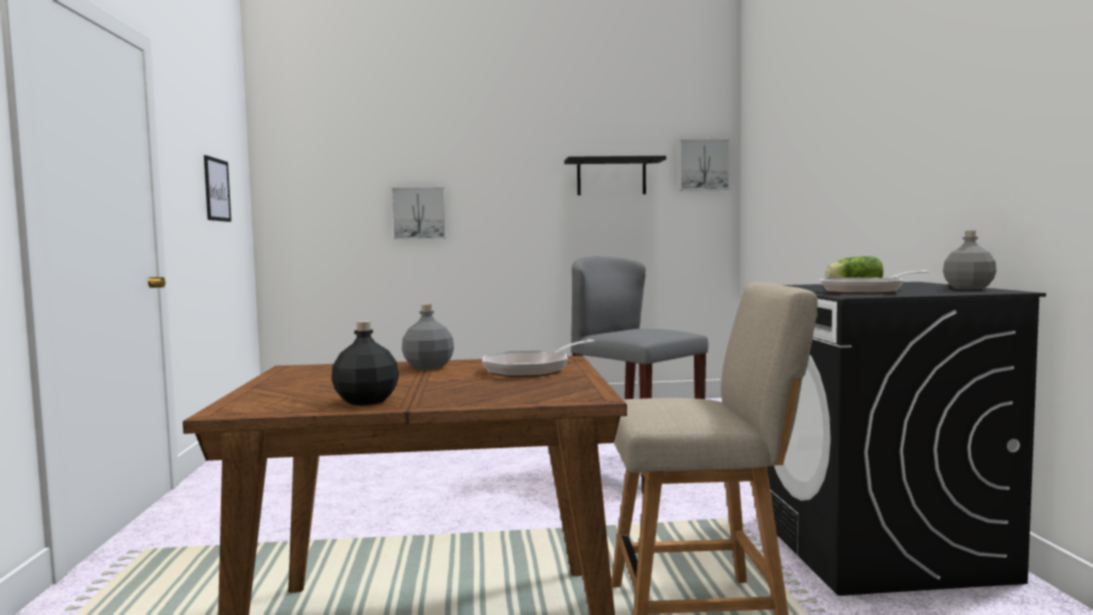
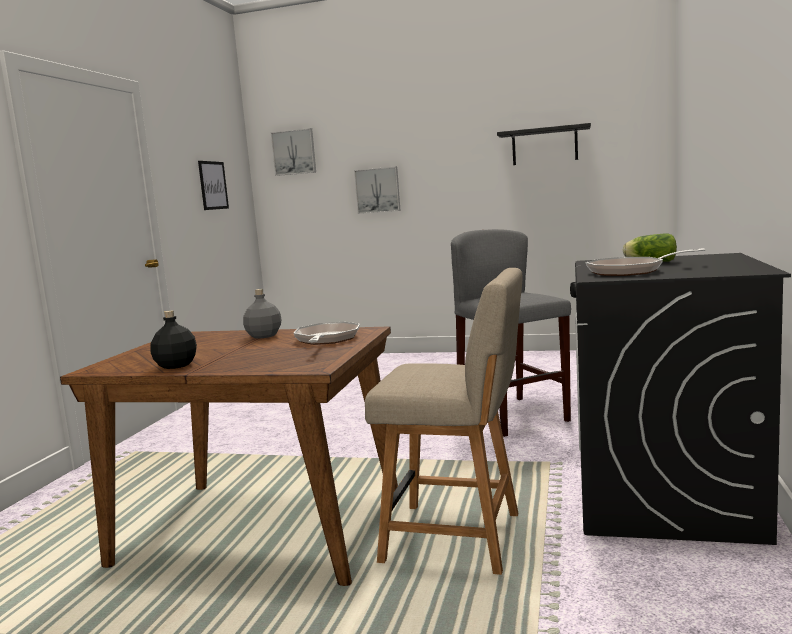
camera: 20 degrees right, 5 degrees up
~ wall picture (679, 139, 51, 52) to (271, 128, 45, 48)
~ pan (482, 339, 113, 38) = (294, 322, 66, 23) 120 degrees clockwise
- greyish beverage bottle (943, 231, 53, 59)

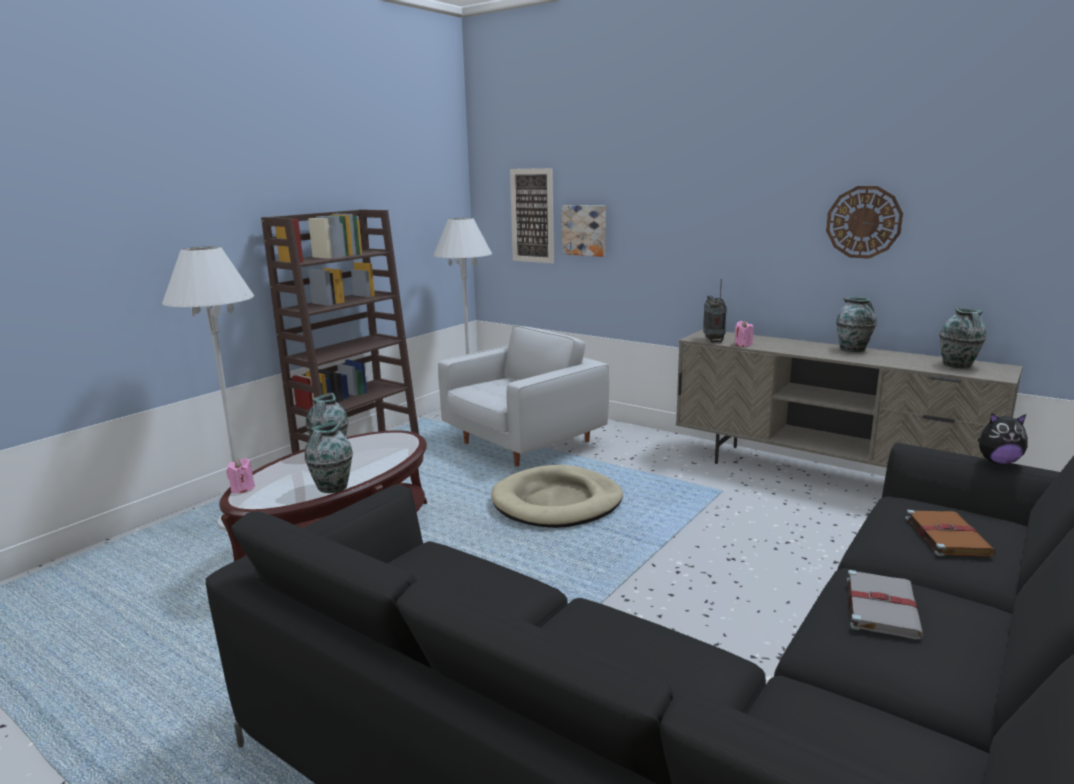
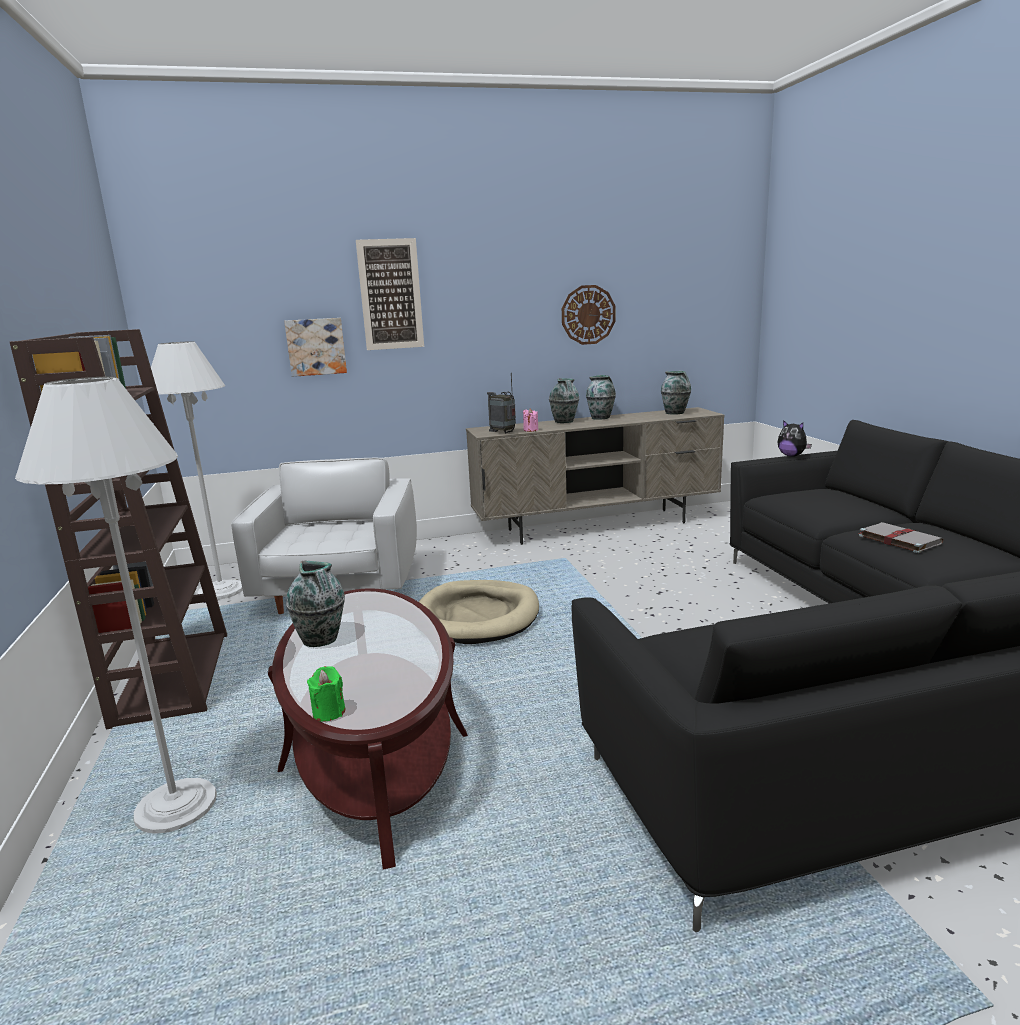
camera: 50 degrees left, 0 degrees up
~ pink-coloured wax light (226, 458, 29, 35) to green wax light (307, 666, 38, 56)
~ wall picture (510, 168, 44, 95) to (356, 238, 68, 112)
~ flower vase (305, 421, 48, 72) to (549, 378, 30, 45)
~ soft toy (978, 413, 49, 51) = (778, 420, 34, 36) 90 degrees clockwise
- brown book (905, 510, 91, 47)

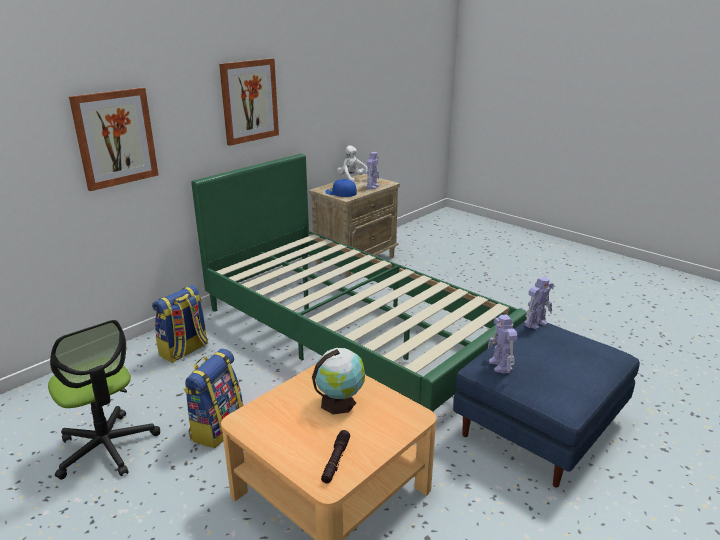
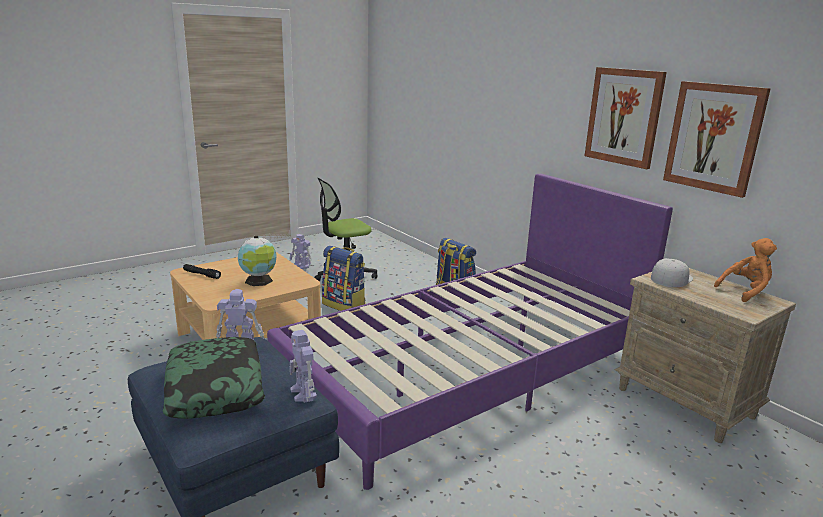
camera: 100 degrees right, 5 degrees down
+ throw pillow (162, 337, 103, 82)
~ green bedroom bed (191, 154, 336, 257) to purple-coloured bedroom bed (267, 173, 406, 317)
~ robot figure (365, 152, 15, 37) to (289, 234, 23, 35)
~ bluish cap (325, 179, 32, 18) to white-coloured cap (651, 258, 42, 29)
~ wall picture (69, 88, 89, 103) to (663, 81, 108, 117)
~ white-coloured soft toy (337, 146, 31, 37) to orange-coloured soft toy (714, 238, 63, 64)

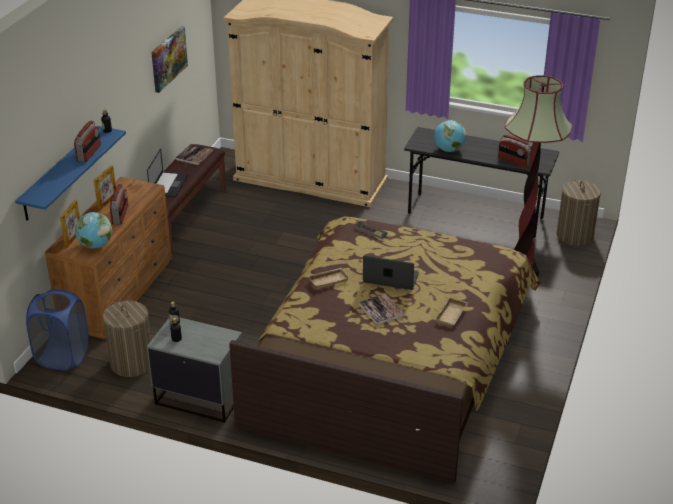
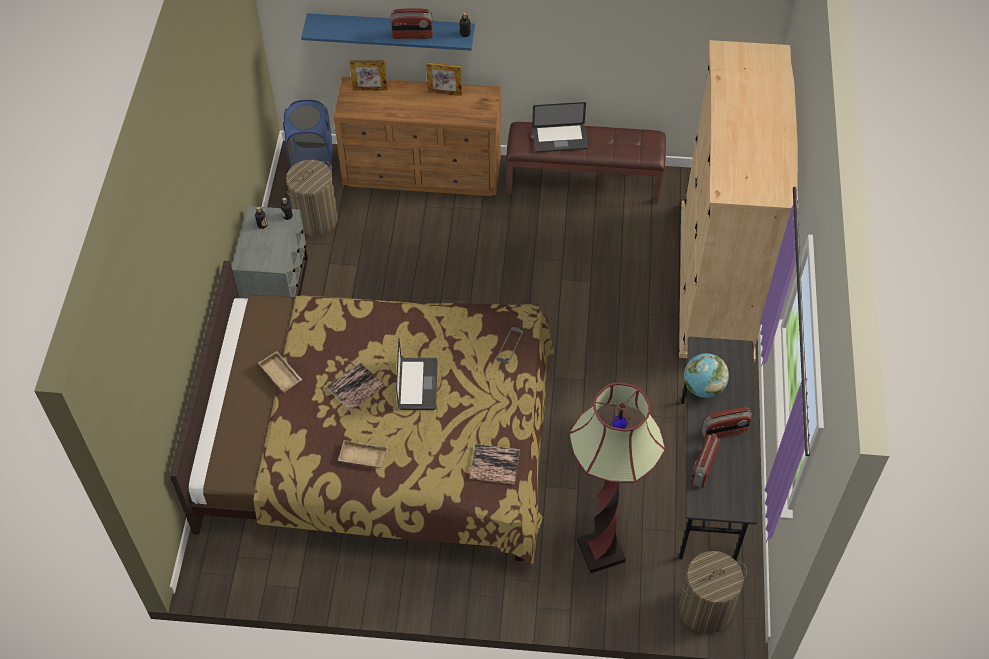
camera: 75 degrees right, 20 degrees up
~ beige-coloured tray (308, 268, 41, 21) to (258, 351, 44, 42)
~ book (176, 144, 37, 21) to (470, 444, 50, 40)
~ radio (110, 184, 18, 41) to (702, 407, 50, 32)
- world globe (75, 212, 37, 37)
- wall picture (151, 26, 37, 67)

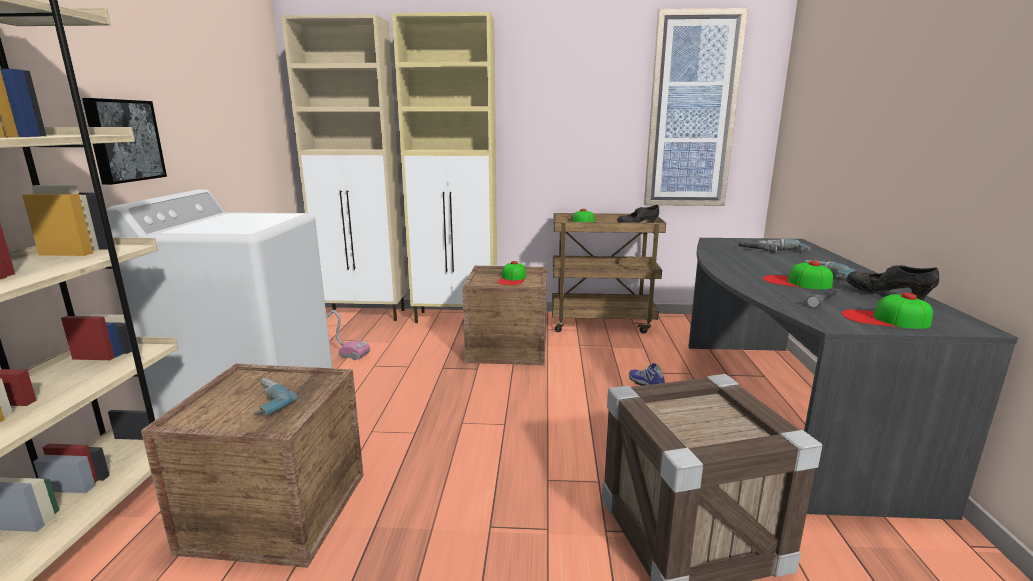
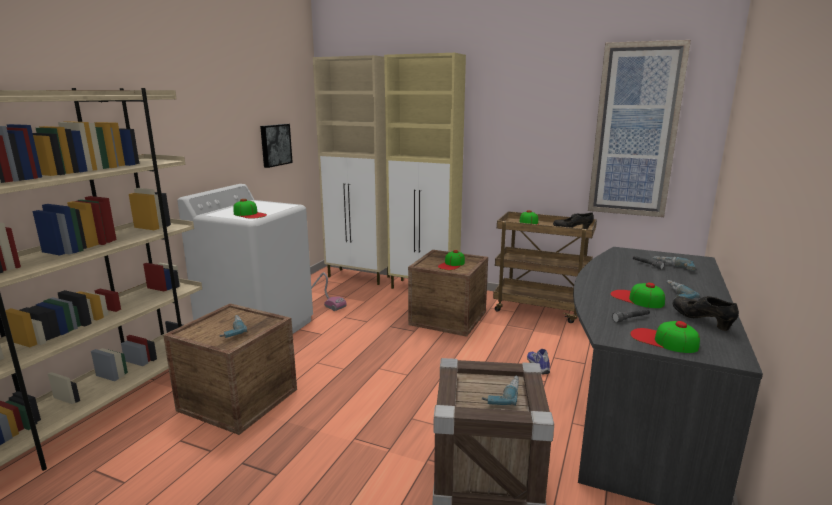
camera: 20 degrees right, 0 degrees up
+ cap (233, 199, 34, 20)
~ wall picture (82, 98, 85, 87) to (260, 124, 33, 44)
+ power drill (482, 376, 37, 30)

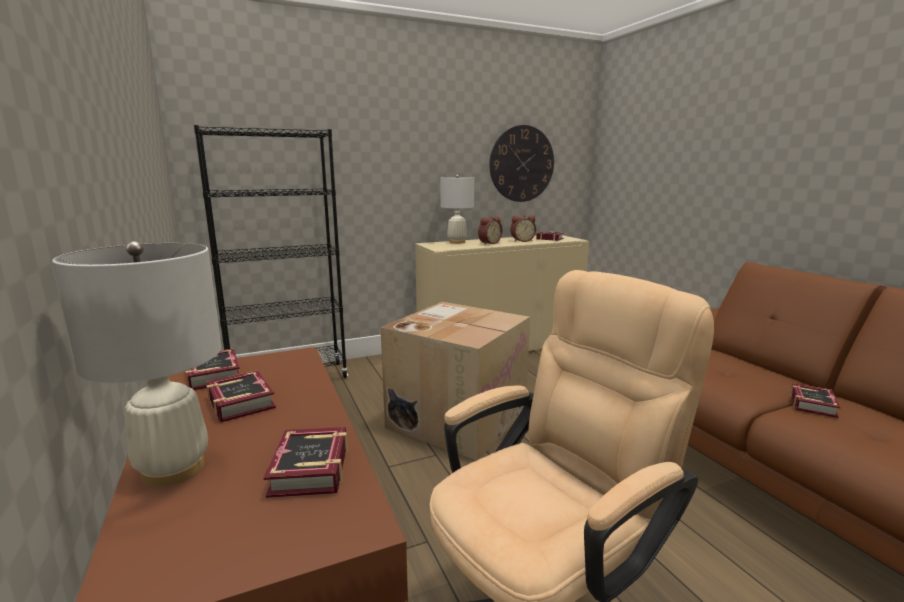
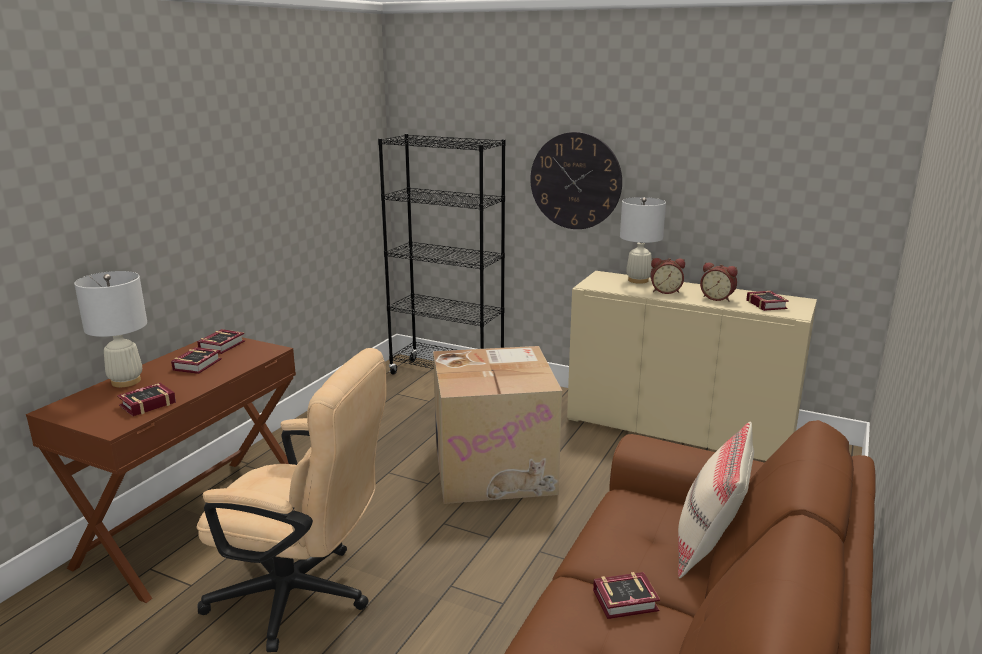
camera: 50 degrees right, 5 degrees up
~ hanging clock (490, 125, 64, 77) to (530, 132, 92, 97)
+ beige-coloured throw pillow (678, 422, 76, 156)

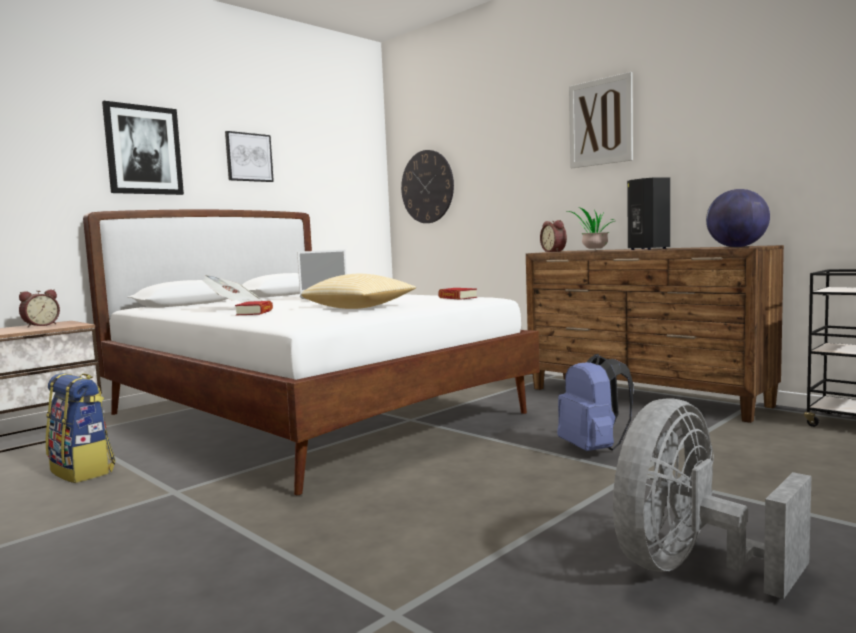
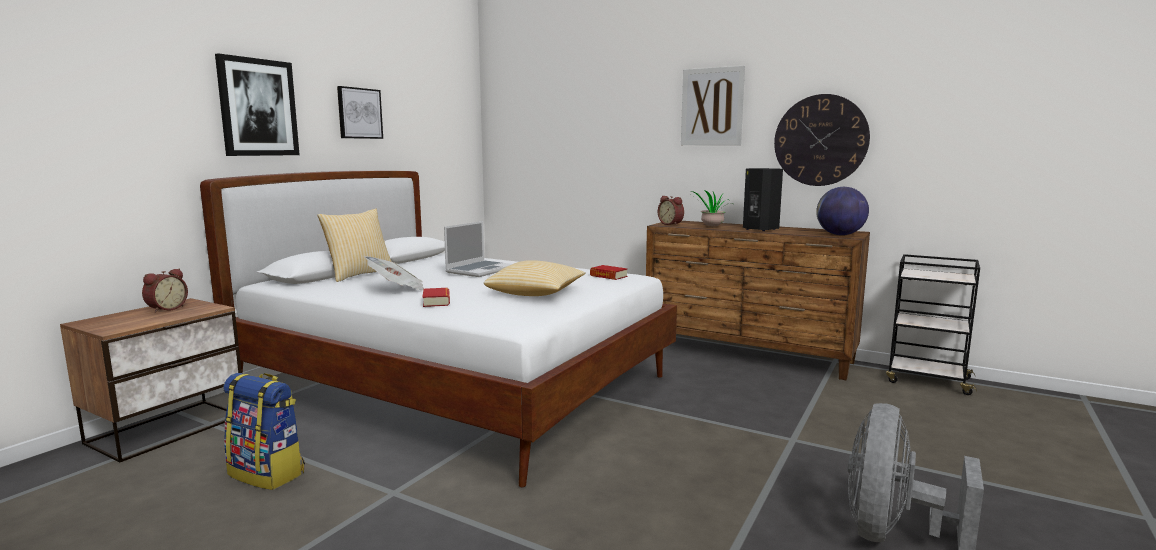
camera: 15 degrees left, 5 degrees up
+ throw pillow (318, 209, 74, 73)
~ hanging clock (401, 150, 53, 73) to (774, 94, 96, 92)
- bluish knapsack (557, 354, 77, 97)

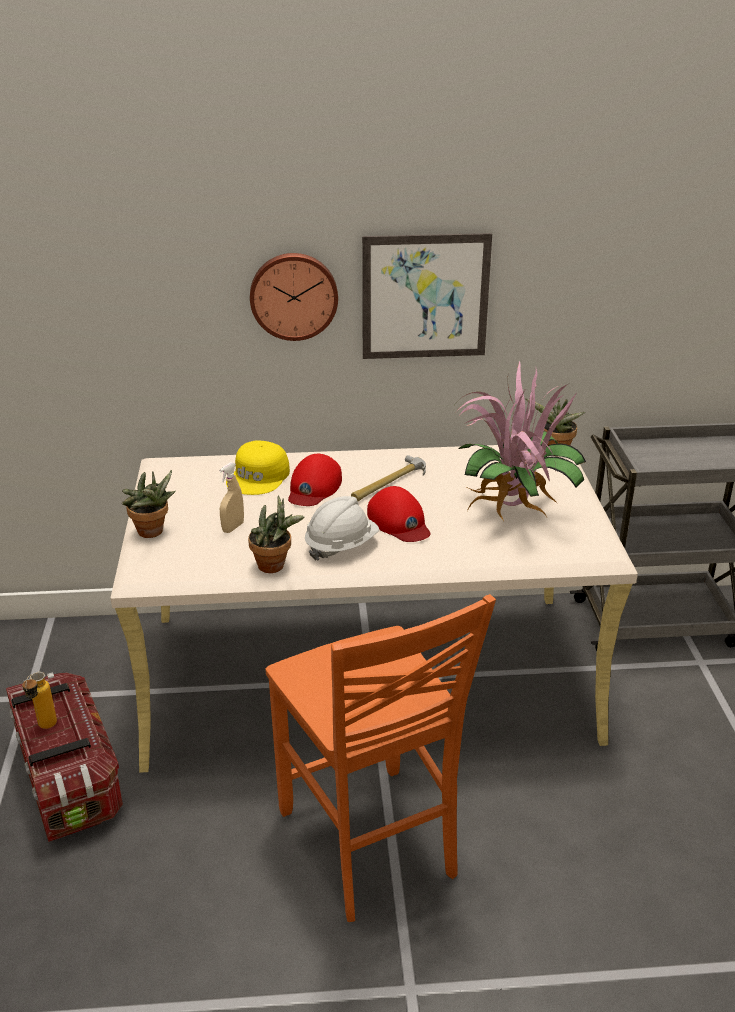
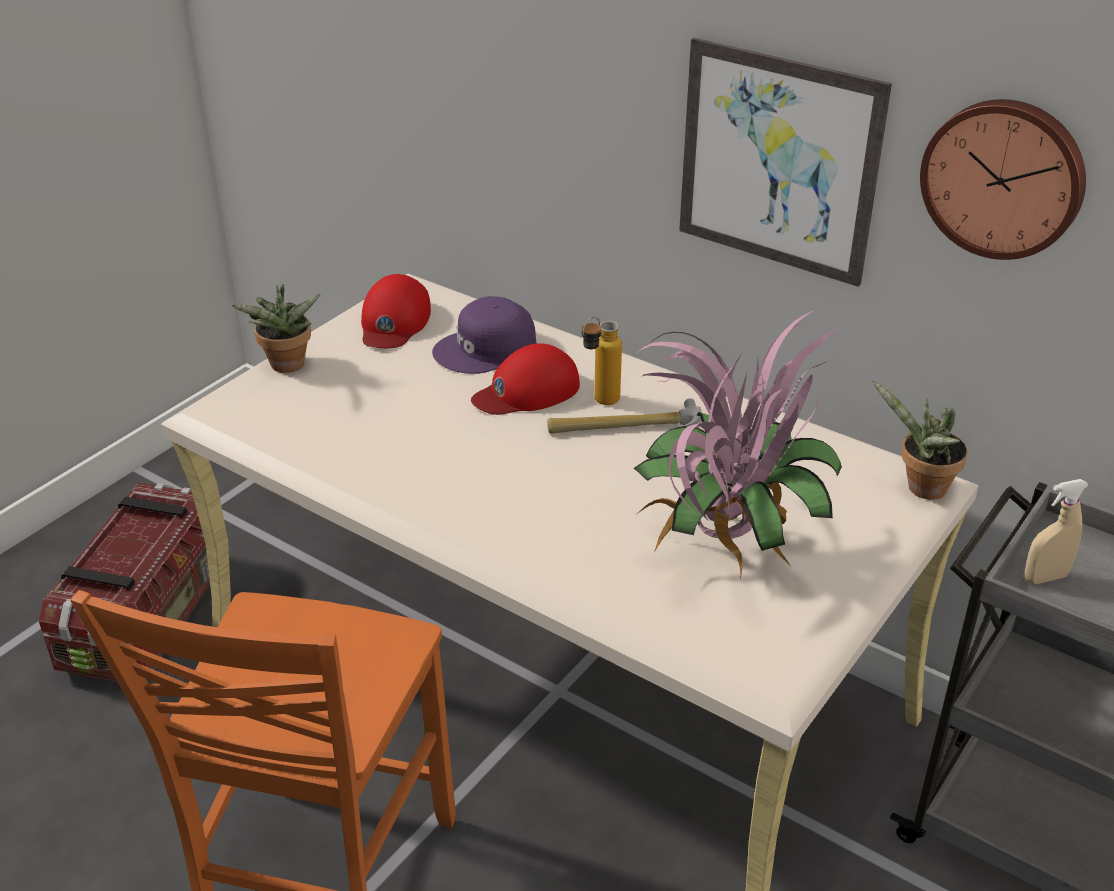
camera: 40 degrees right, 5 degrees up
~ reddish cap (367, 486, 63, 56) to (361, 274, 70, 74)
~ yellow cap (226, 440, 64, 55) to purple-coloured cap (432, 296, 104, 78)
~ beverage bottle (22, 672, 35, 57) to (582, 317, 40, 88)
~ hanging clock (250, 253, 88, 88) to (920, 99, 166, 161)
~ beige-coloured hand sprayer (219, 462, 25, 71) to (1025, 479, 64, 105)
- plant in a pot (248, 496, 57, 77)
- white-coloured work helmet (305, 496, 74, 65)

